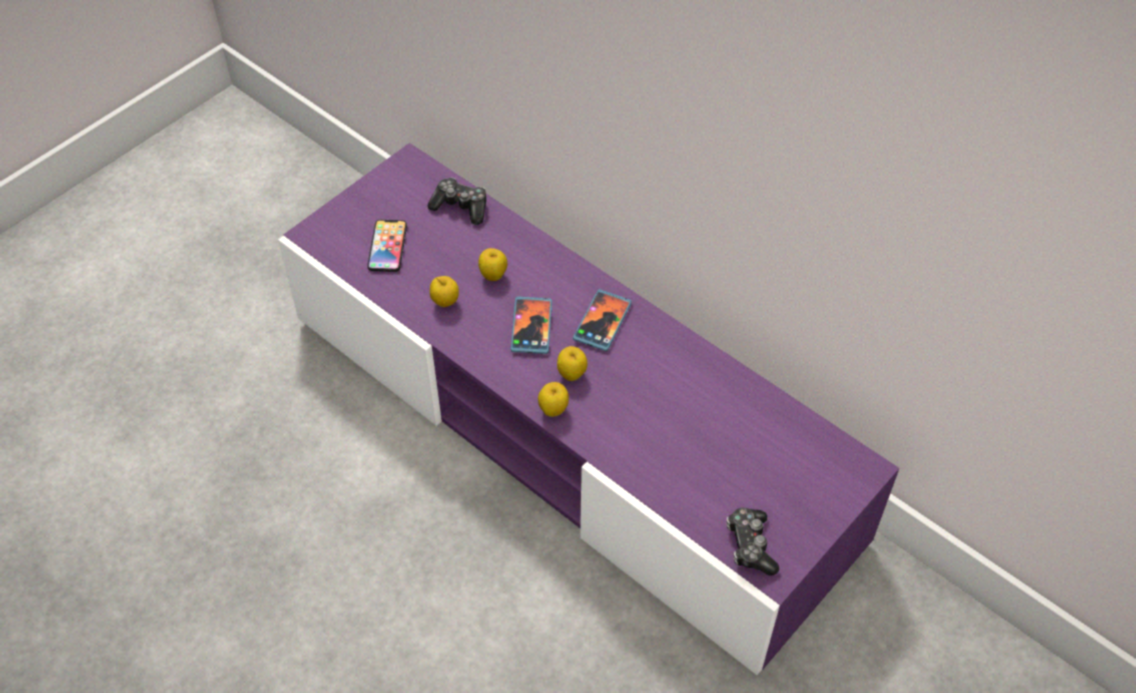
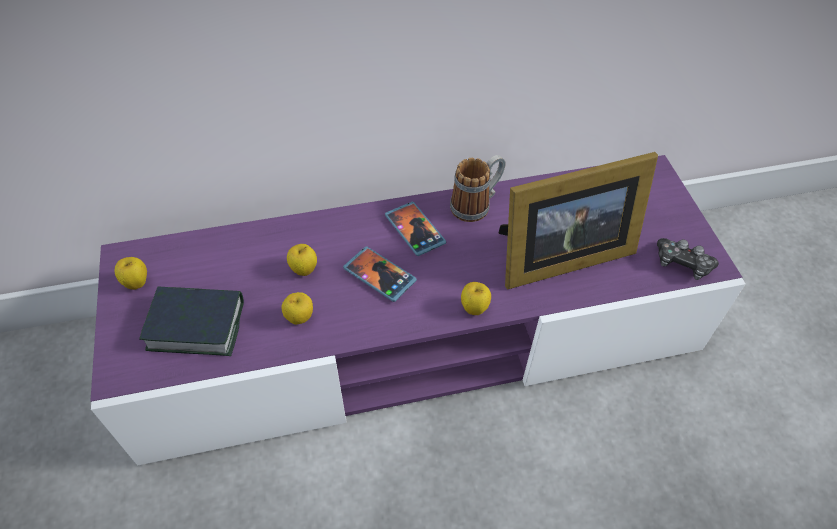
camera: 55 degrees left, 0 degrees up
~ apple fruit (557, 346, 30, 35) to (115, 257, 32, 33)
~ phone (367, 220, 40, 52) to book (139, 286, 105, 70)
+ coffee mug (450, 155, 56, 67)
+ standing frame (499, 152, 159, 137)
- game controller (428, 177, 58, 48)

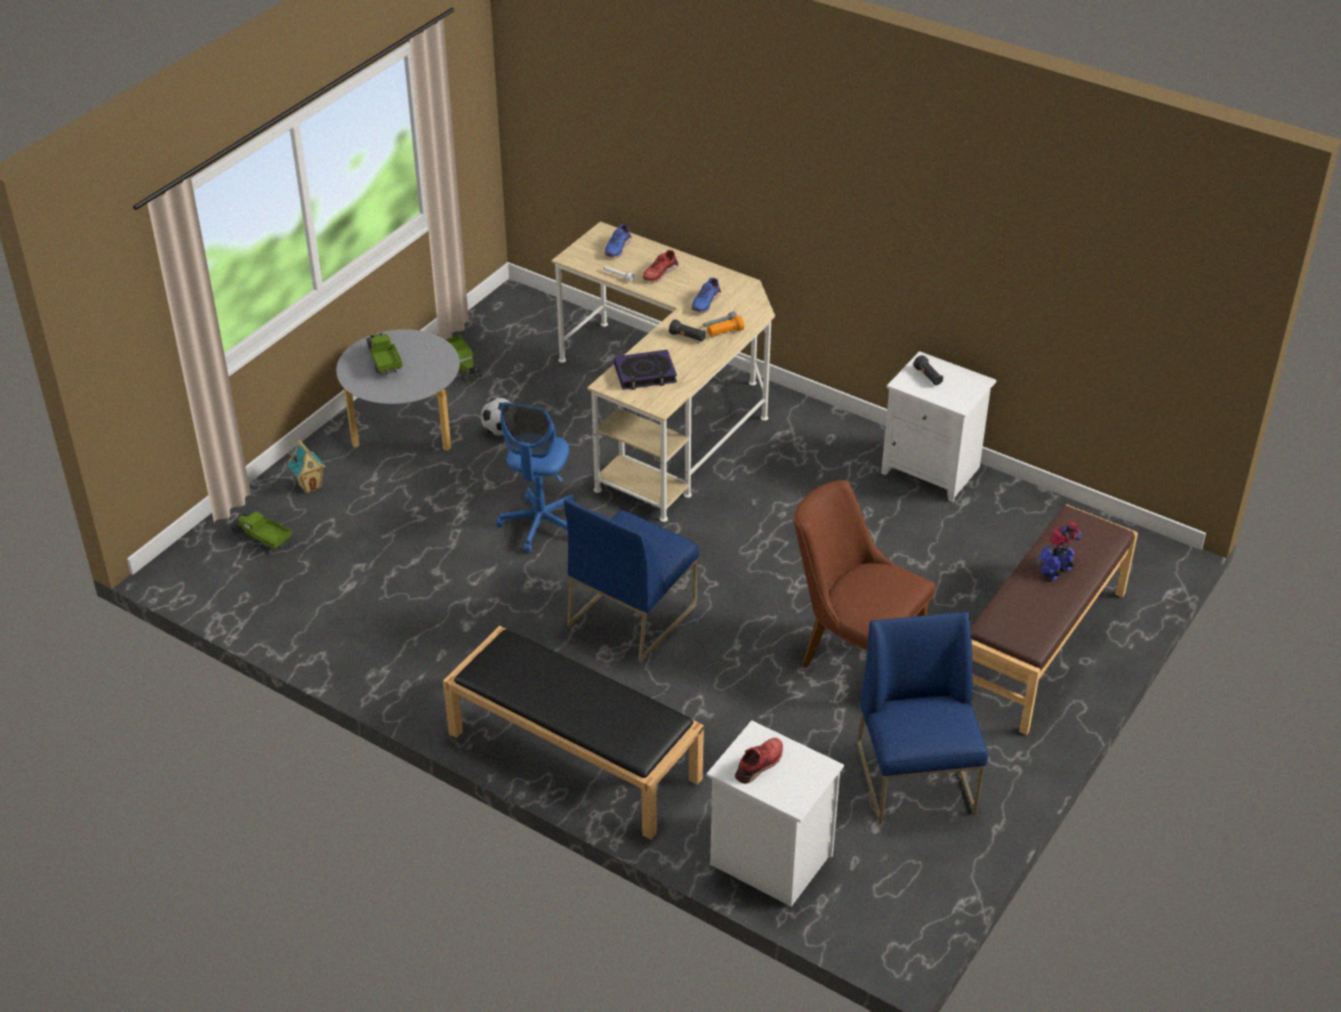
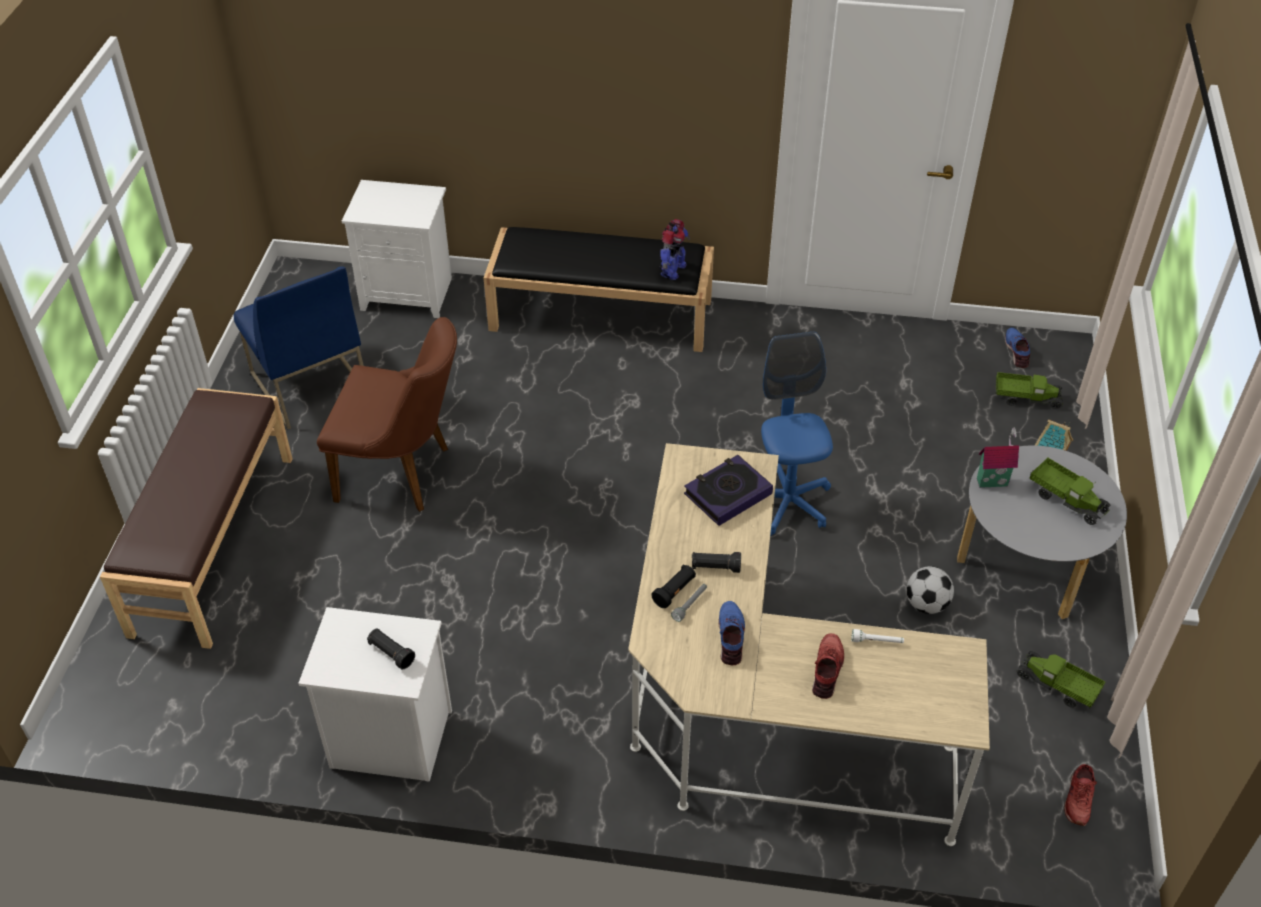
camera: 155 degrees right, 5 degrees up
~ orange-coloured flashlight (707, 316, 37, 21) to black flashlight (651, 564, 45, 44)
~ robot figure (1036, 521, 46, 59) to (659, 219, 31, 61)
+ model house (977, 427, 43, 61)
~ bluish low shoe (604, 224, 28, 34) to (1005, 328, 25, 40)
~ reddish low shoe (735, 738, 48, 46) to (1064, 764, 33, 62)
- bluish chair (564, 499, 135, 163)

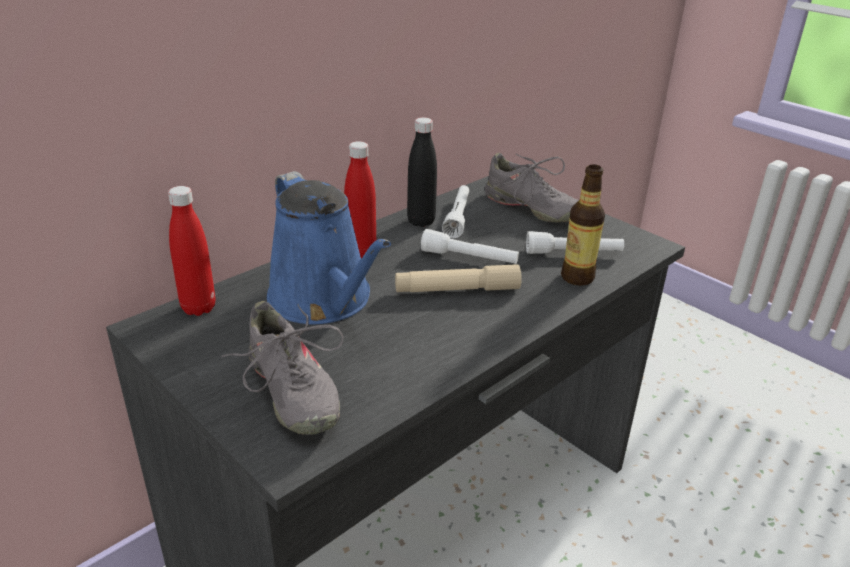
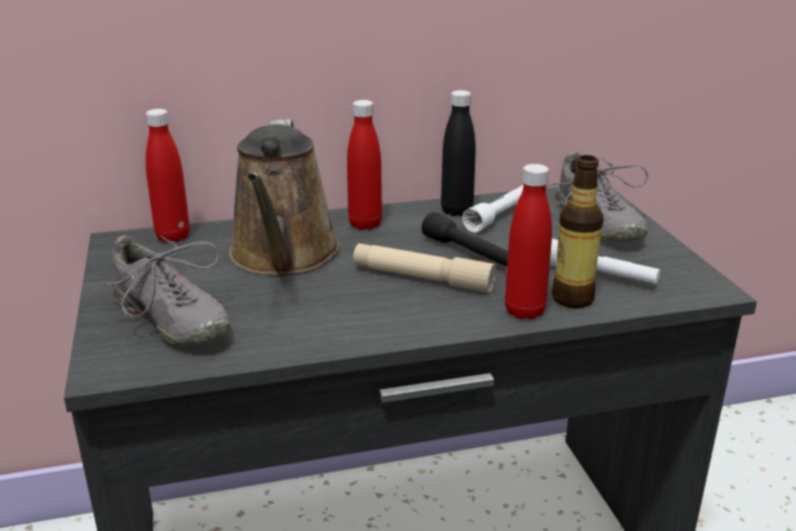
camera: 30 degrees right, 5 degrees down
~ greyish low shoe (221, 301, 123, 134) = (93, 235, 137, 111) 45 degrees counterclockwise
~ bluish watering can (267, 171, 124, 153) to brown watering can (229, 119, 111, 157)
~ white-coloured flashlight (421, 229, 98, 35) to black flashlight (422, 212, 86, 55)
+ reddish beverage bottle (505, 164, 47, 156)

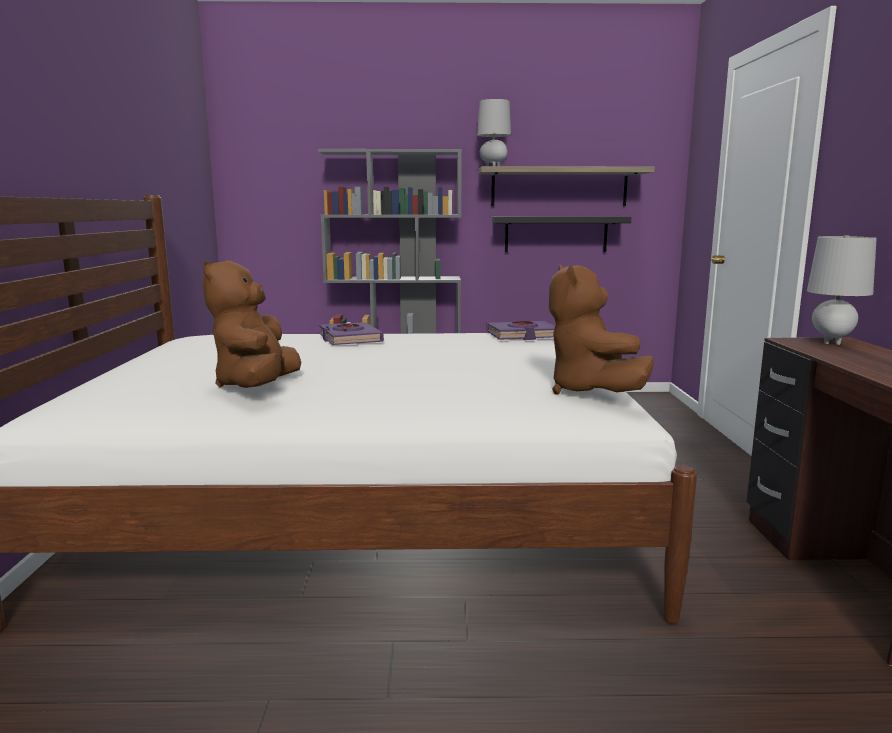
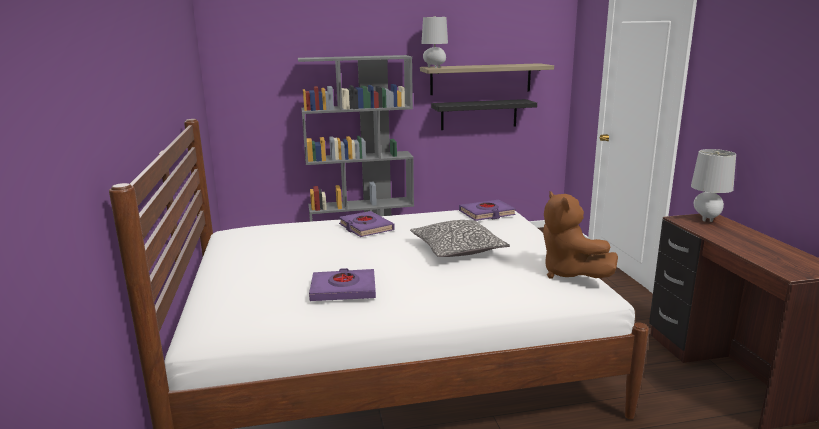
camera: 10 degrees left, 5 degrees up
~ brown soft toy (202, 260, 99, 128) to purple-coloured book (309, 268, 67, 33)
+ throw pillow (410, 220, 100, 37)

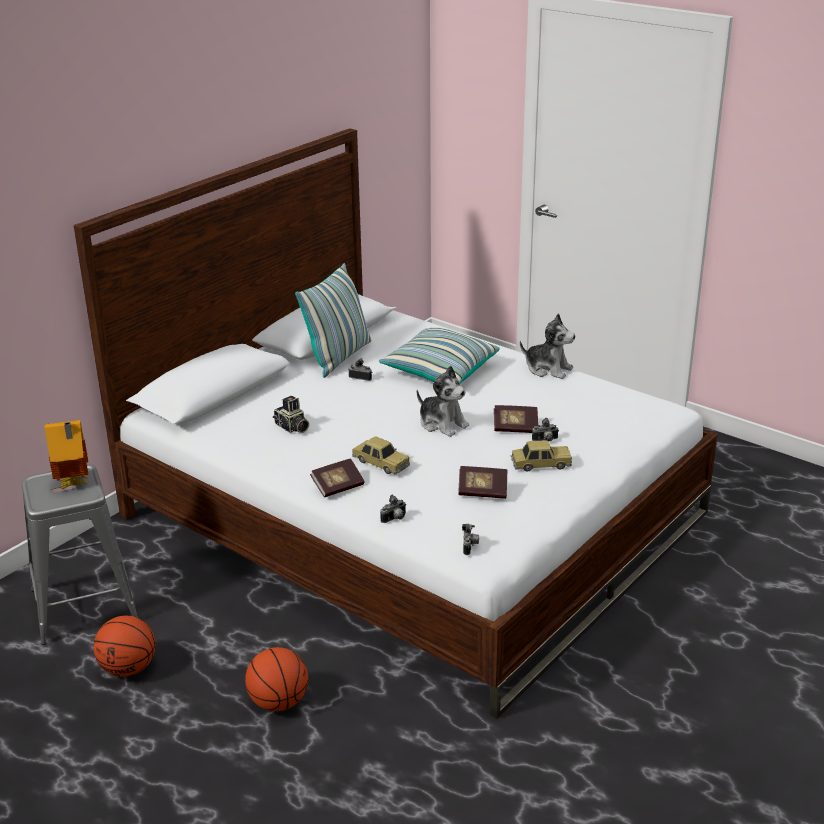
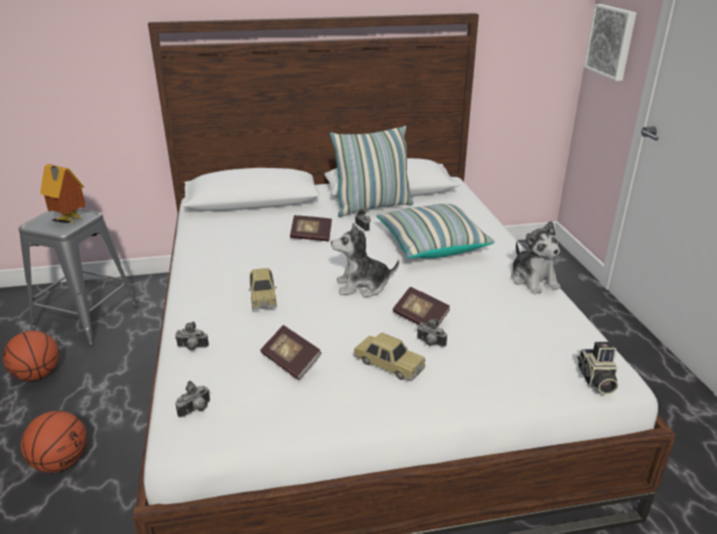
camera: 40 degrees right, 0 degrees up
~ book (310, 458, 55, 39) to (290, 215, 42, 26)
~ soft toy (417, 365, 53, 72) = (331, 223, 68, 74) 90 degrees clockwise
~ still camera (273, 396, 36, 37) to (577, 342, 41, 52)
+ wall picture (584, 4, 53, 77)

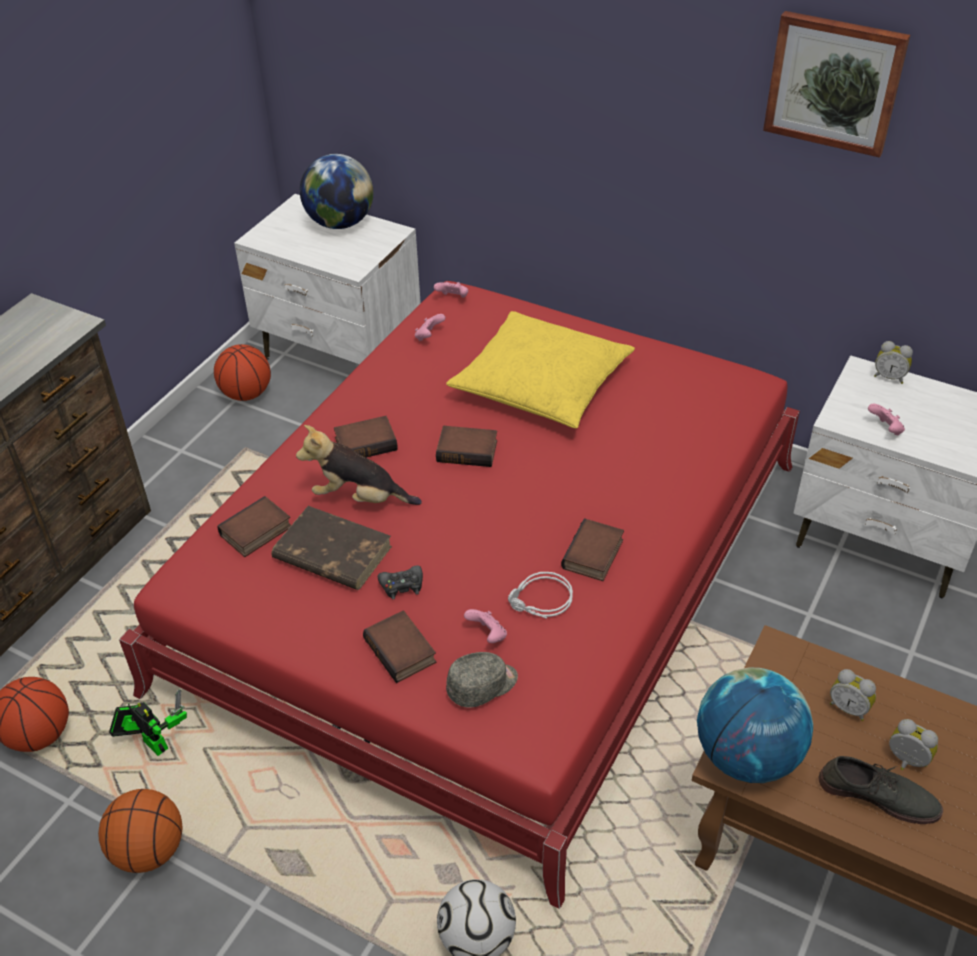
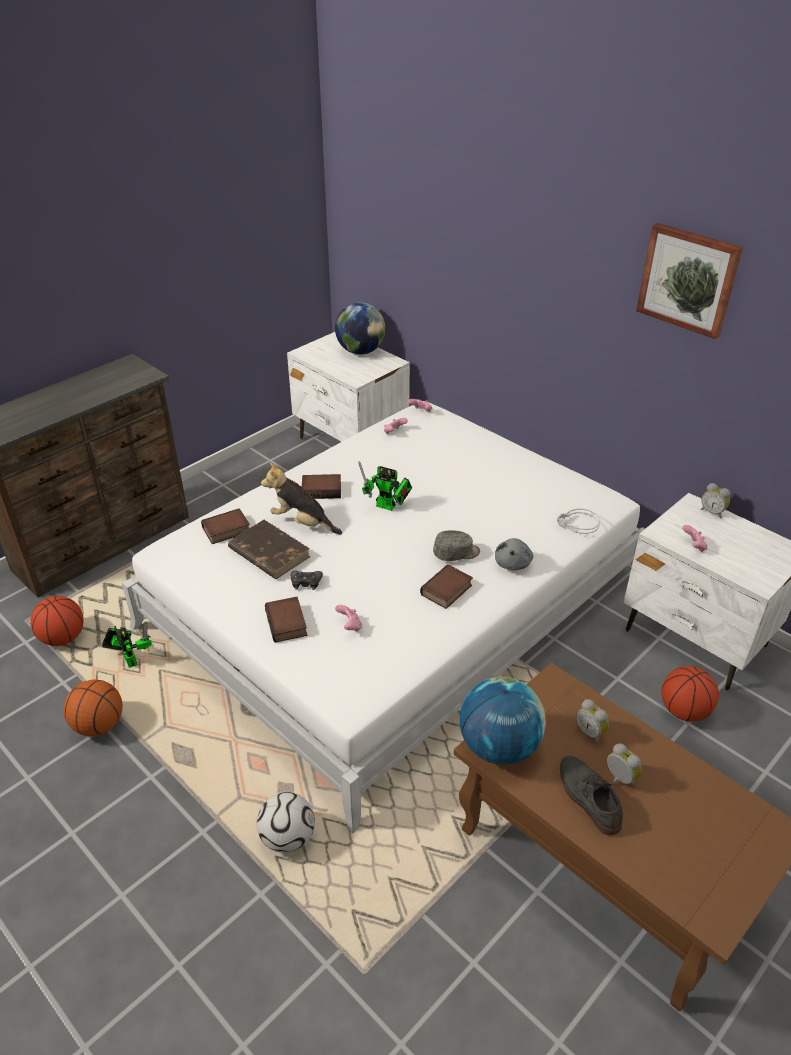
camera: 15 degrees right, 5 degrees down
~ reddish bedroom bed (119, 281, 681, 628) to white-coloured bedroom bed (122, 402, 523, 431)
~ book (436, 426, 61, 41) to robot figure (359, 462, 53, 49)
~ greyish cap (446, 652, 72, 56) to (433, 530, 47, 31)
+ greyish soft toy (495, 538, 38, 32)
~ greyish pair of headphones (508, 572, 65, 46) to (557, 508, 43, 26)
~ greyish low shoe (818, 756, 125, 68) = (560, 756, 63, 80) 150 degrees counterclockwise
~ basketball (214, 344, 57, 57) to (661, 666, 58, 55)
- yellow throw pillow (446, 311, 189, 117)

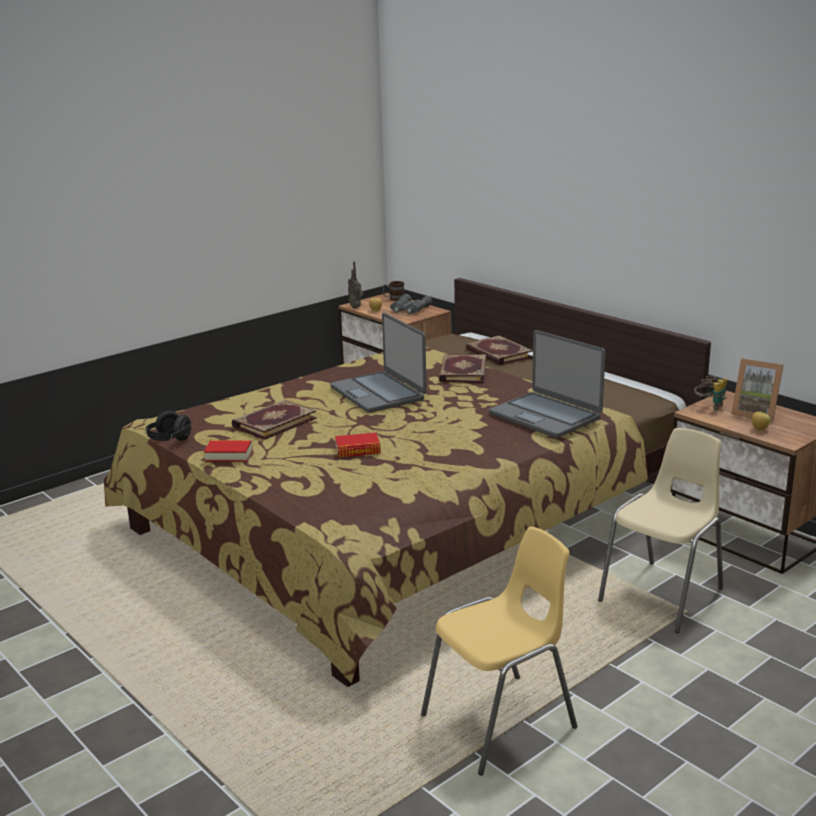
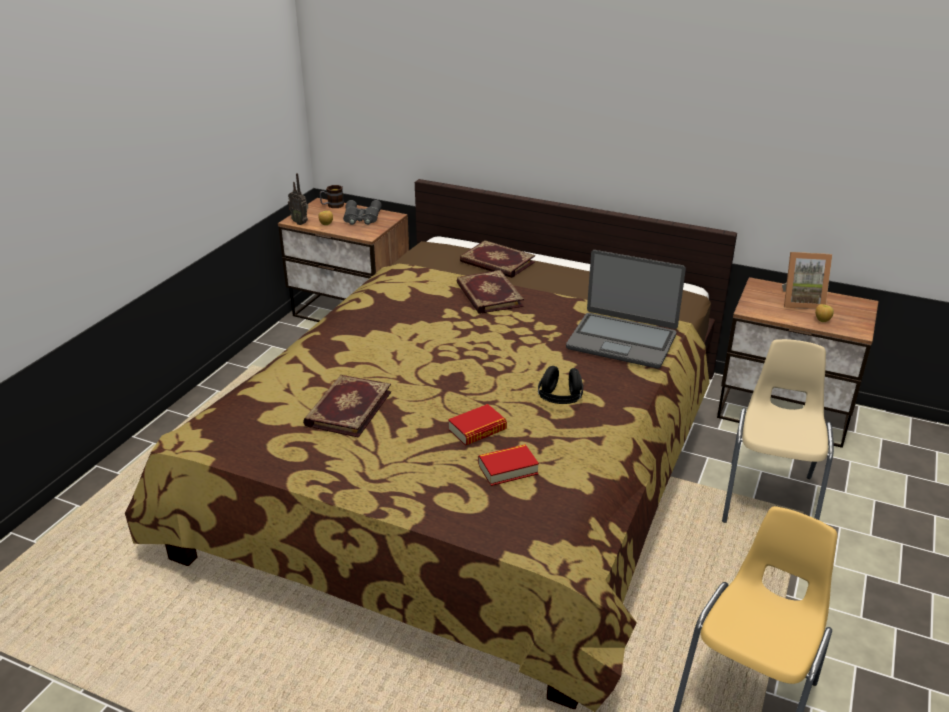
camera: 25 degrees left, 10 degrees up
~ book (204, 440, 49, 22) to (478, 444, 61, 42)
~ black pair of headphones (145, 411, 46, 30) to (538, 366, 45, 38)
- notebook computer (330, 313, 97, 100)
- binoculars (694, 376, 33, 35)

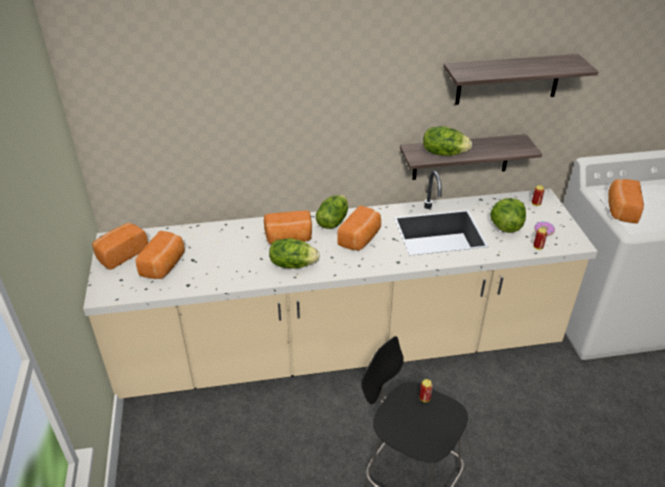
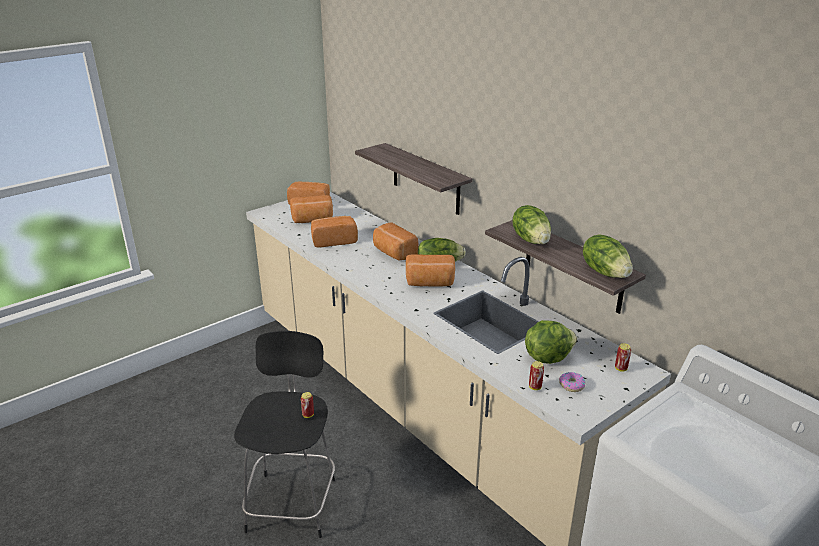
camera: 60 degrees right, 10 degrees down
~ bread (608, 179, 36, 44) to (311, 216, 47, 32)
~ wall shelf (444, 54, 154, 51) to (355, 143, 117, 72)
~ head of lettuce (269, 238, 51, 31) to (583, 234, 50, 44)

